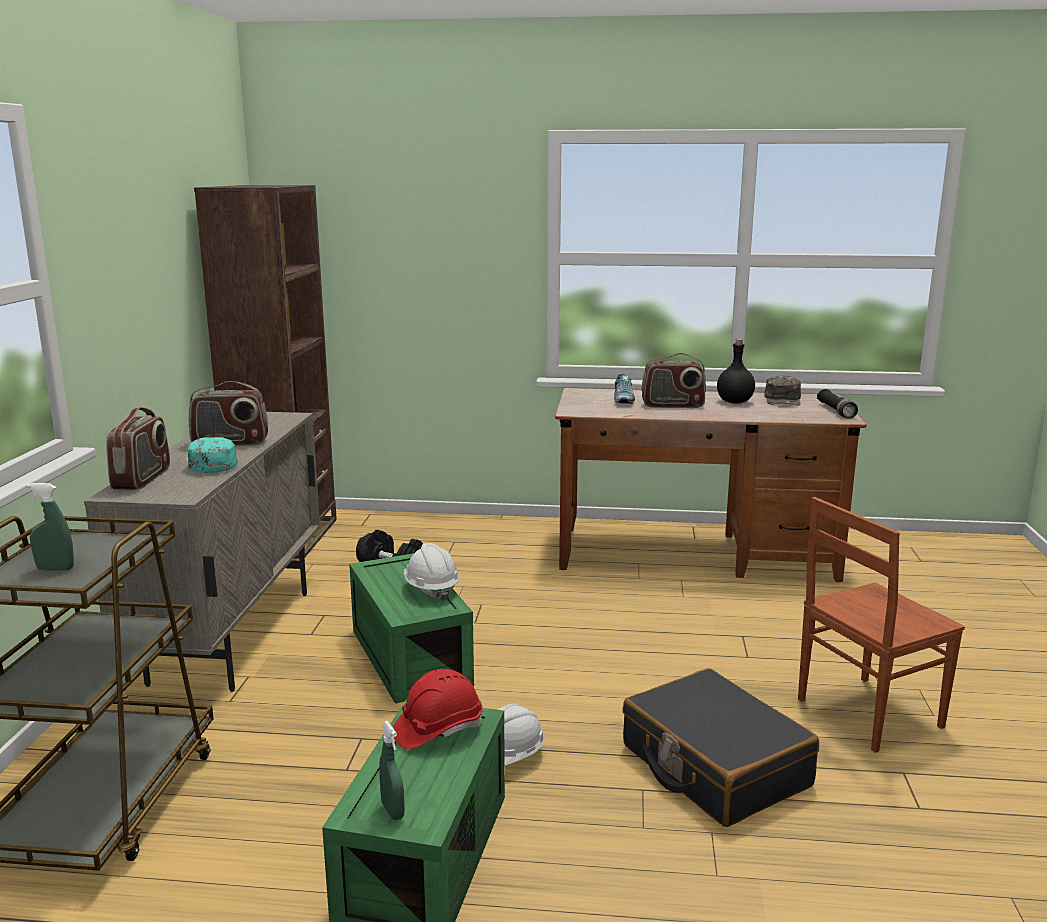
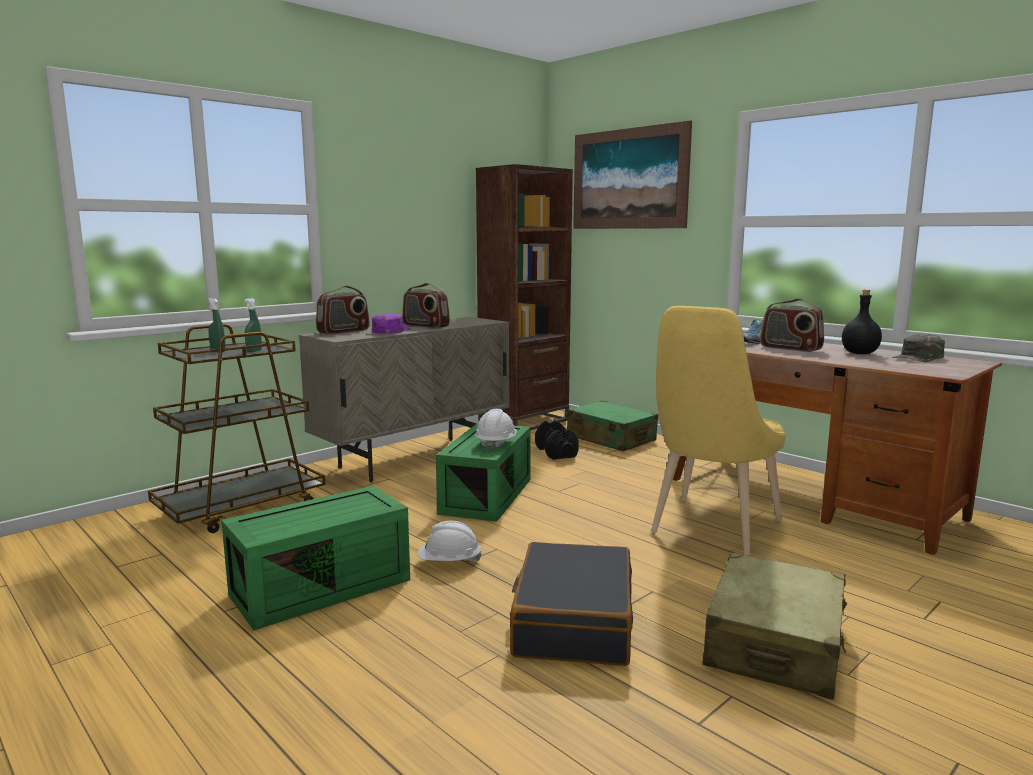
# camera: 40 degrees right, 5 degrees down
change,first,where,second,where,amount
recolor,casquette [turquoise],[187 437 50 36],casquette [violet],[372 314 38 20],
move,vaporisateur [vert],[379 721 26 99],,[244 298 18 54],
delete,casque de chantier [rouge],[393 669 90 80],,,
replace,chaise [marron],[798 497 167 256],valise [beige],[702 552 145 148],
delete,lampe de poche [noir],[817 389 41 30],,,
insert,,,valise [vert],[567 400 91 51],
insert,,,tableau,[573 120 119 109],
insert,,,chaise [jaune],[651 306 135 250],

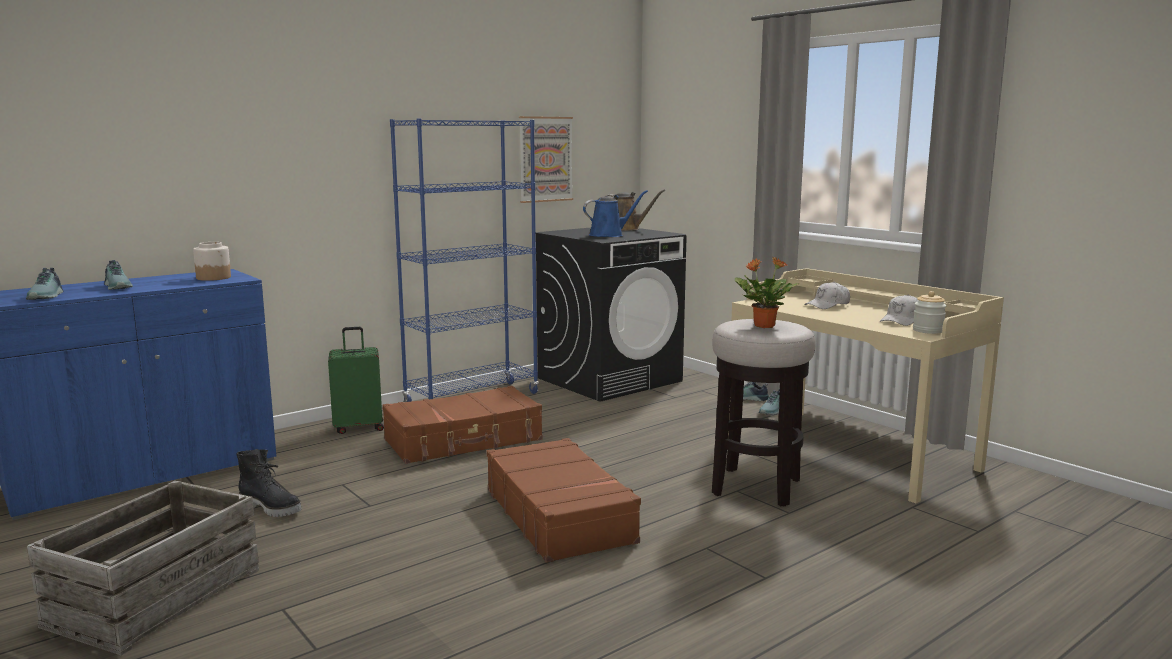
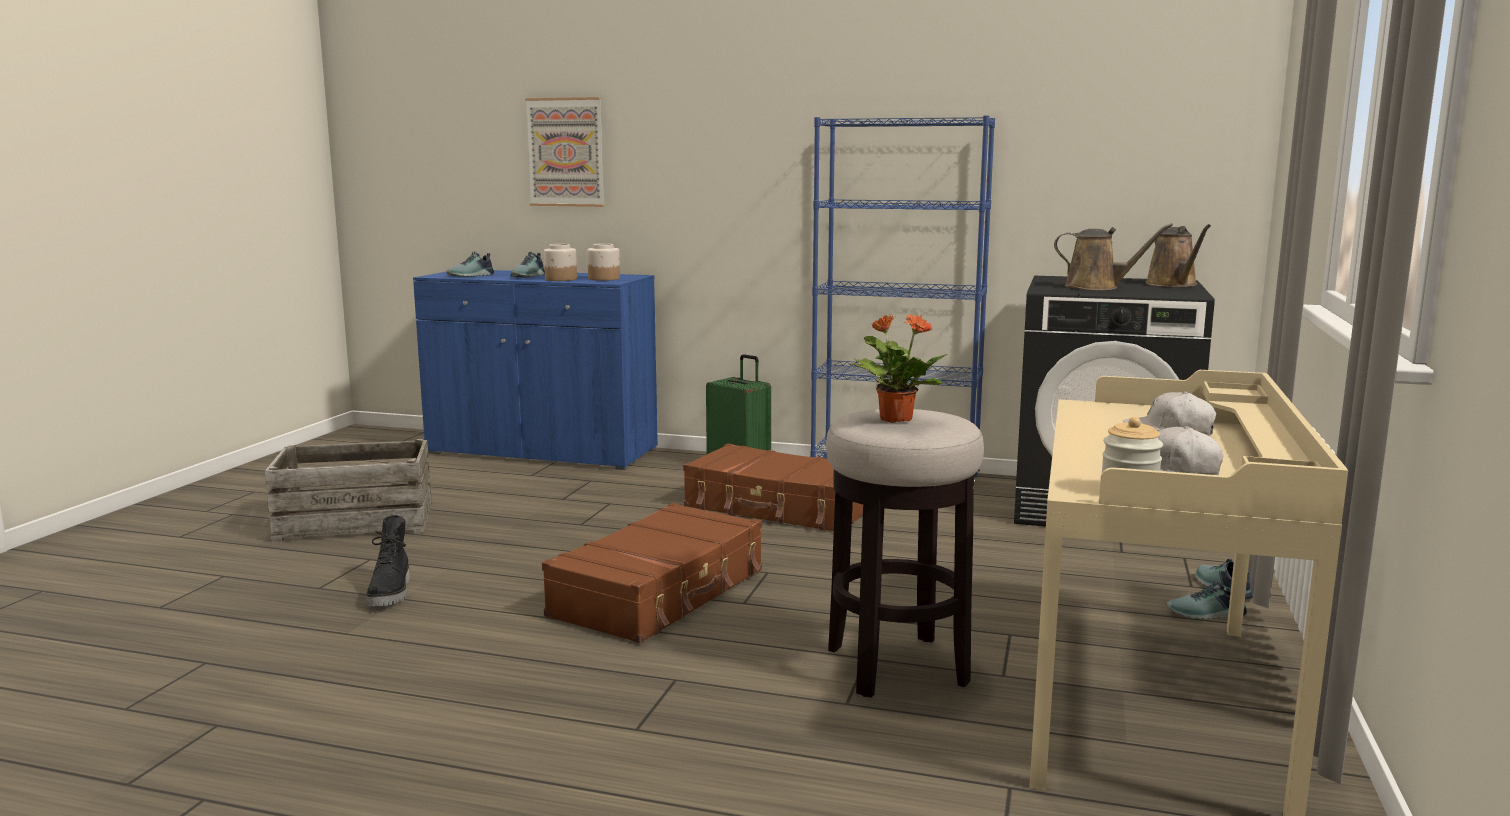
# camera: 55 degrees right, 0 degrees up
change,first,where,second,where,amount
move,botte [noir],[236 449 66 68],,[366 515 44 91],
move,tableau,[519 116 54 87],,[525 97 79 110],
recolor,arrosoir [bleu],[583 190 65 47],arrosoir [marron],[1054 223 119 67],
insert,,,bocal,[544 244 33 37],

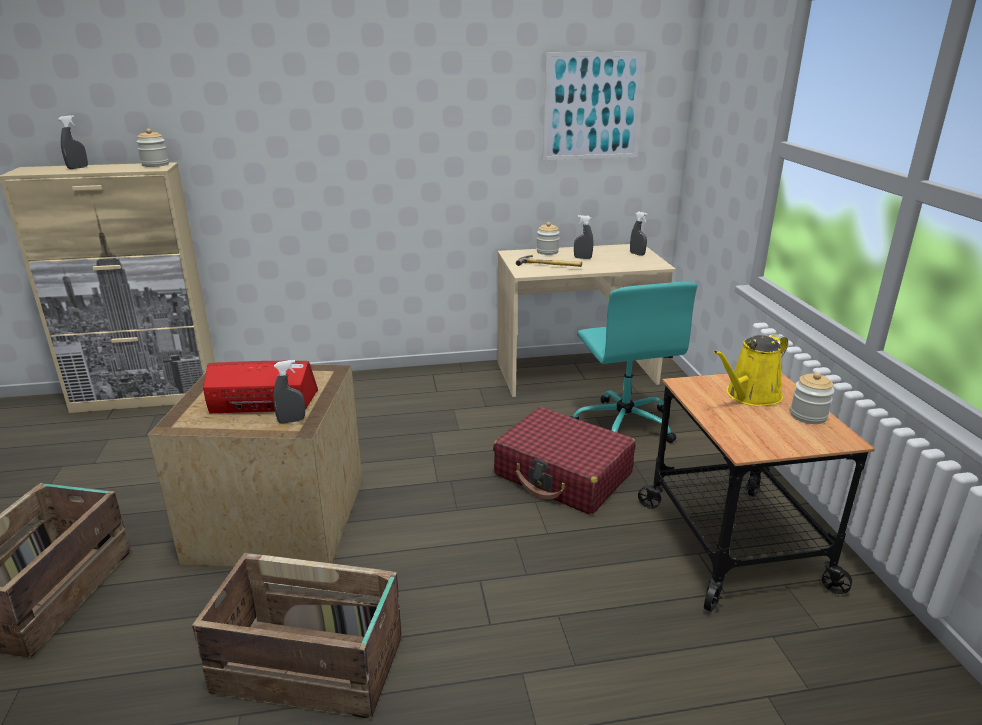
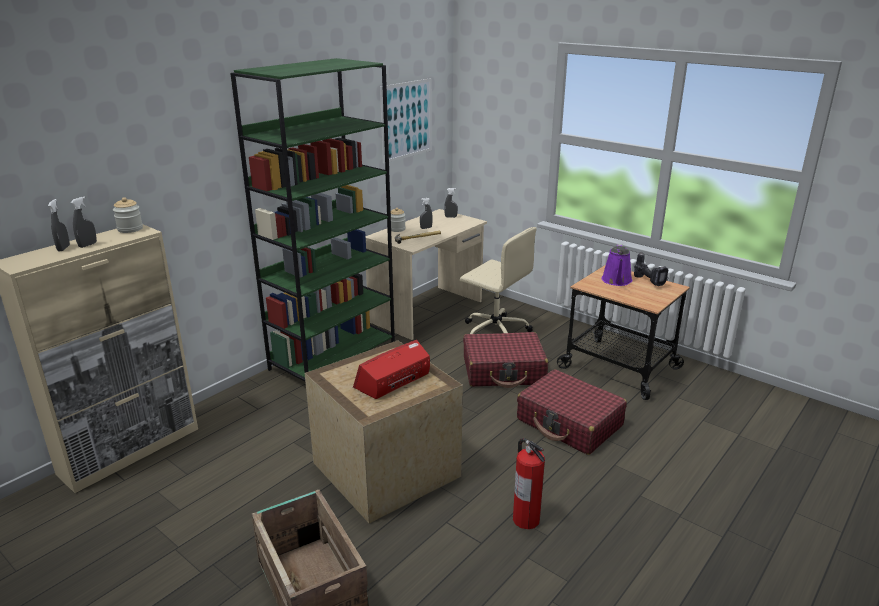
# camera: 40 degrees left, 0 degrees up
change,first,where,second,where,amount
replace,caisse,[192 553 210 166],extincteur,[513 438 32 91],
move,vaporisateur [gris],[273 360 32 64],,[71 197 26 51],
recolor,chaise de bureau [turquoise],[569 282 128 161],chaise de bureau [beige],[460 227 77 107],
recolor,arrosoir [jaune],[714 334 74 72],arrosoir [violet],[601 244 32 42],
replace,bocal,[790 372 44 52],perceuse,[634 252 35 34],
insert,,,bibliothèque [vert],[230 58 165 324],
insert,,,valise [rouge],[517 369 110 86],

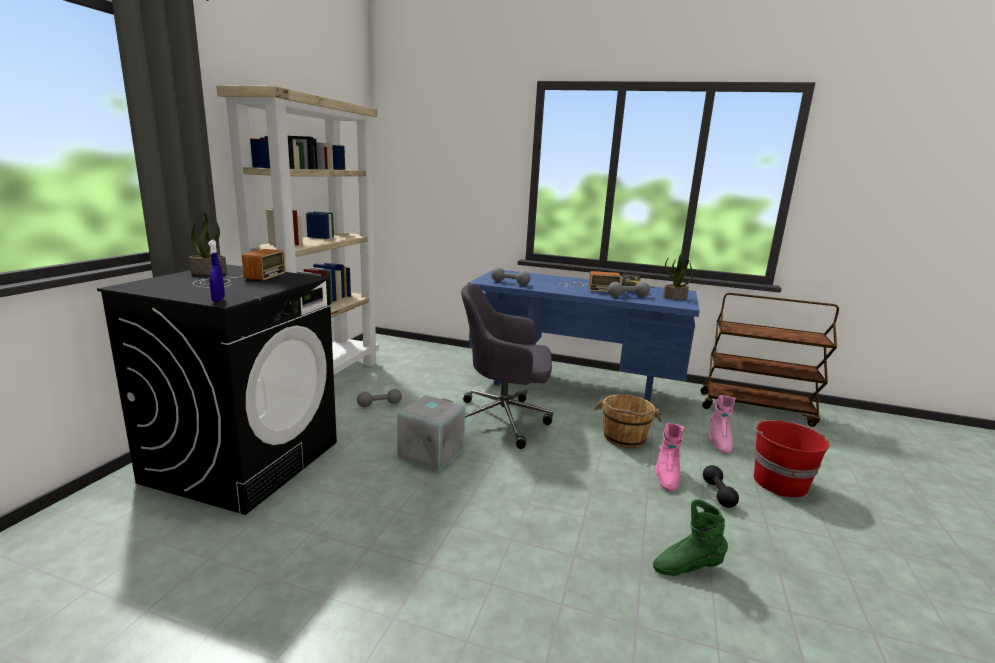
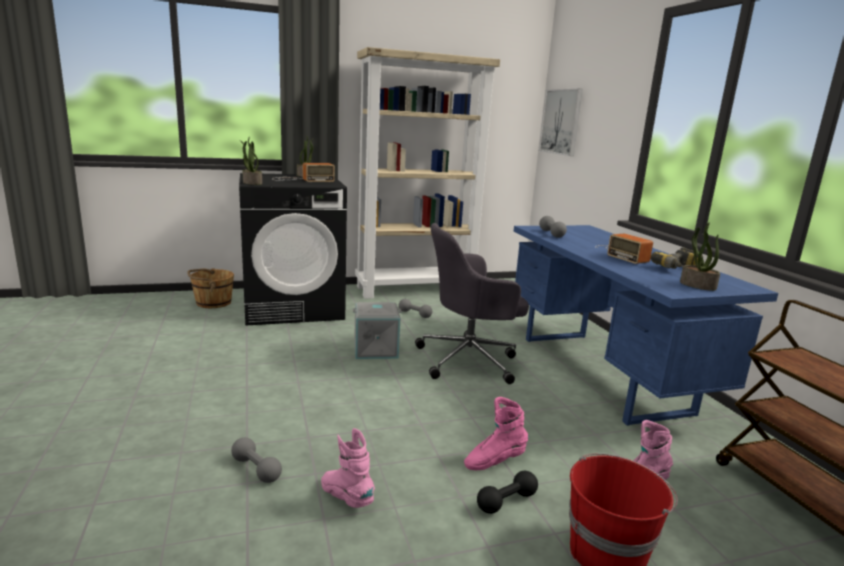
# camera: 55 degrees right, 0 degrees up
change,first,where,second,where,amount
replace,vaporisateur [bleu],[208 240 17 62],plante en pot,[240 136 22 49],
rotate,chaise de bureau [gris],[461 283 92 166],,[415 223 114 161],75 degrees counterclockwise
move,seau [marron],[594 394 68 54],,[187 268 47 40],
move,haltère [gris],[608 282 42 15],,[231 437 51 46],
recolor,botte [vert],[653 499 75 77],botte [rose],[321 428 54 80],
insert,,,tableau,[539 89 44 67],

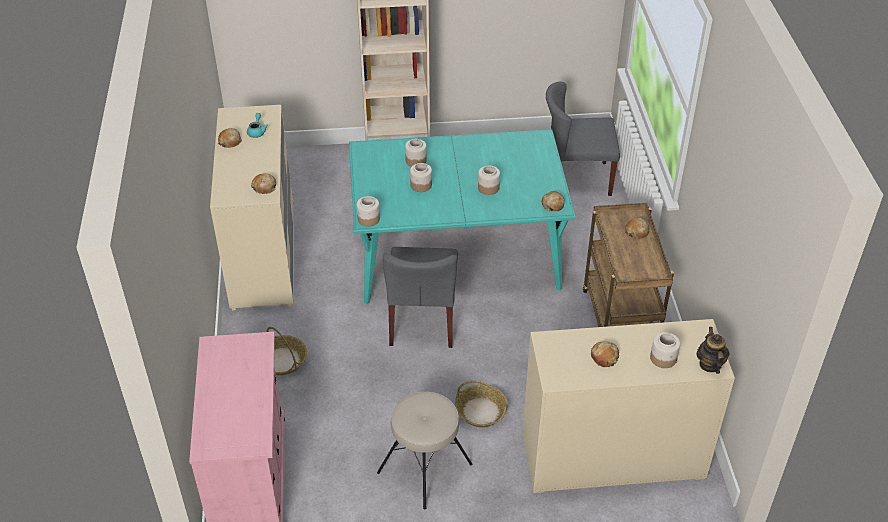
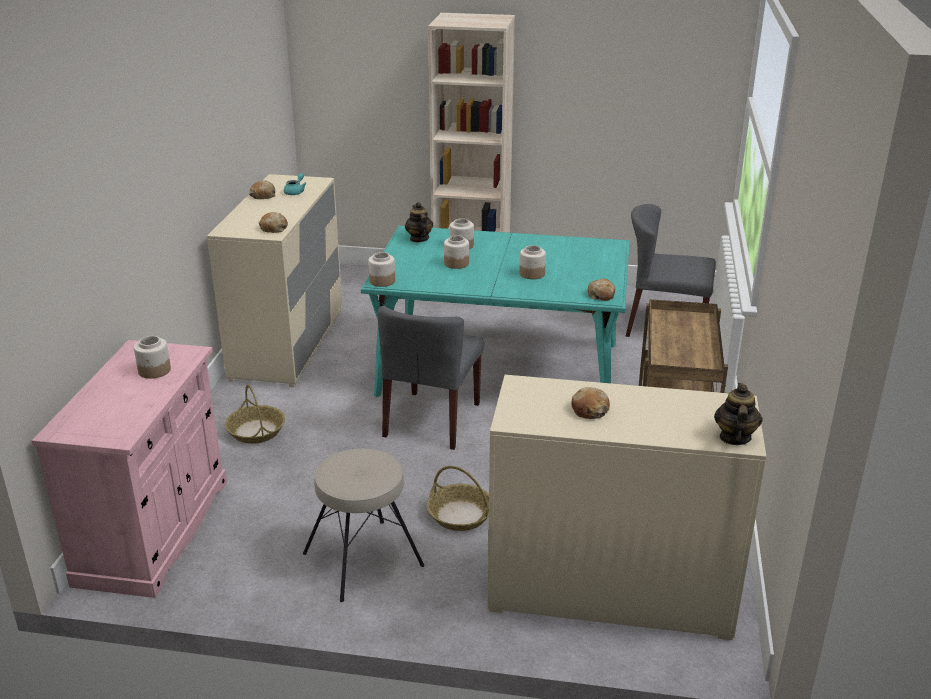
# camera: 15 degrees right, 15 degrees down
change,first,where,second,where,amount
delete,pain,[625 218 24 21],,,
move,bocal,[650 332 30 36],,[134 336 37 43],
insert,,,théière,[405 202 28 40],

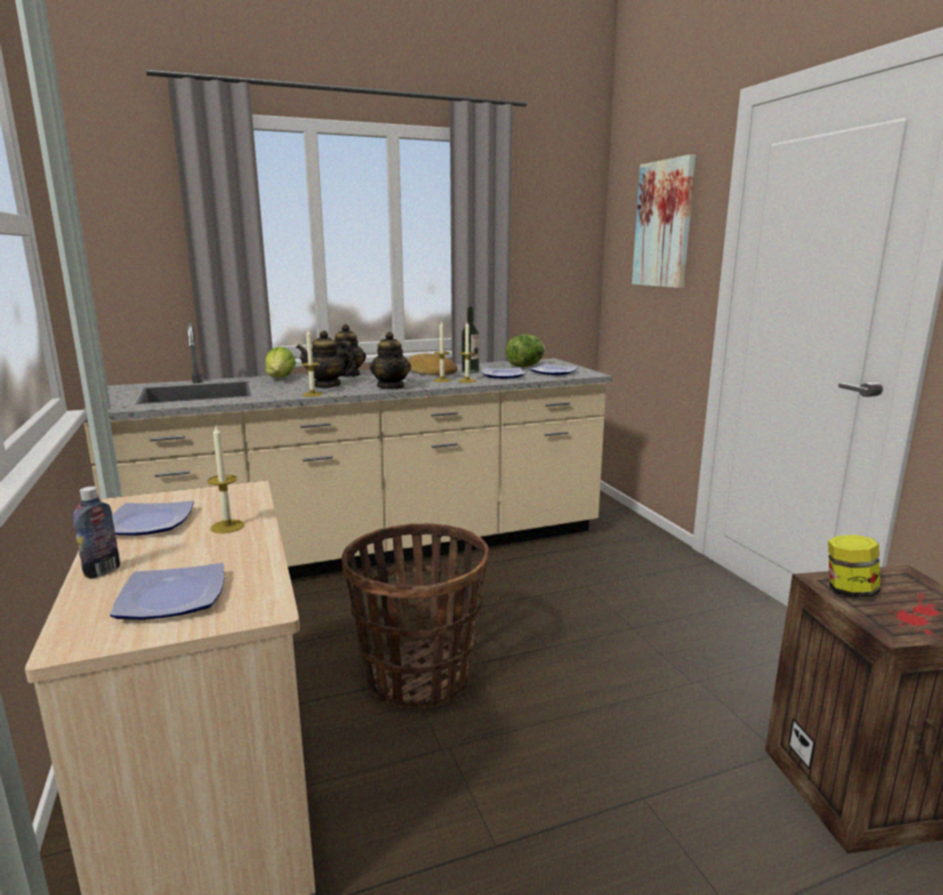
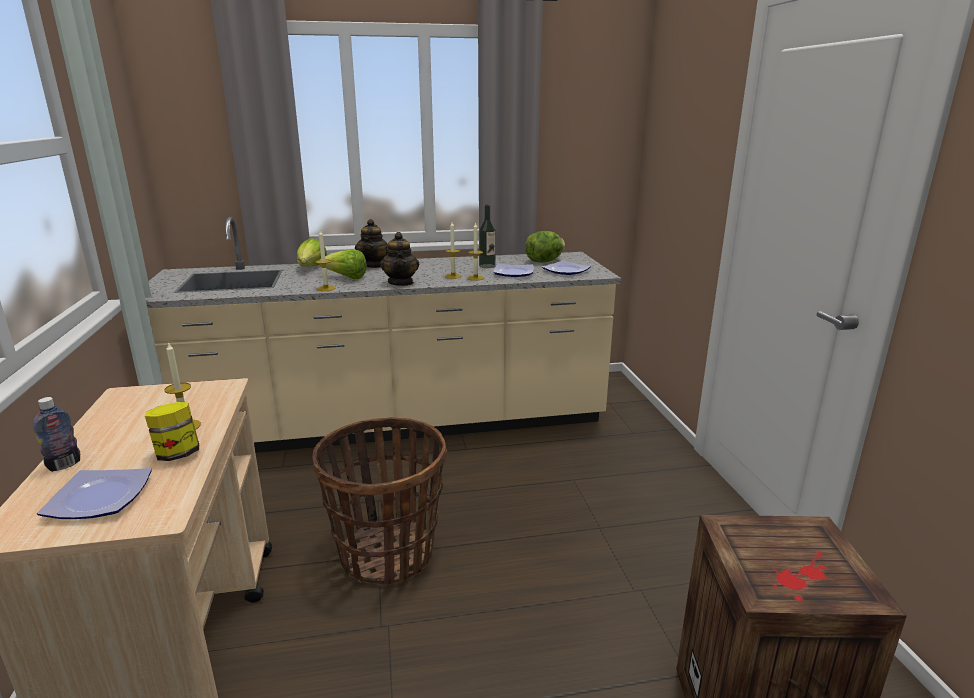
# camera: 10 degrees right, 5 degrees up
change,first,where,second,where,amount
delete,assiette,[112 501 82 35],,,
replace,théière,[296 330 60 58],laitue,[319 249 48 30],
delete,pain,[408 353 50 22],,,
delete,tableau,[632 155 64 133],,,
move,bocal,[828 535 52 63],,[145 402 54 59],

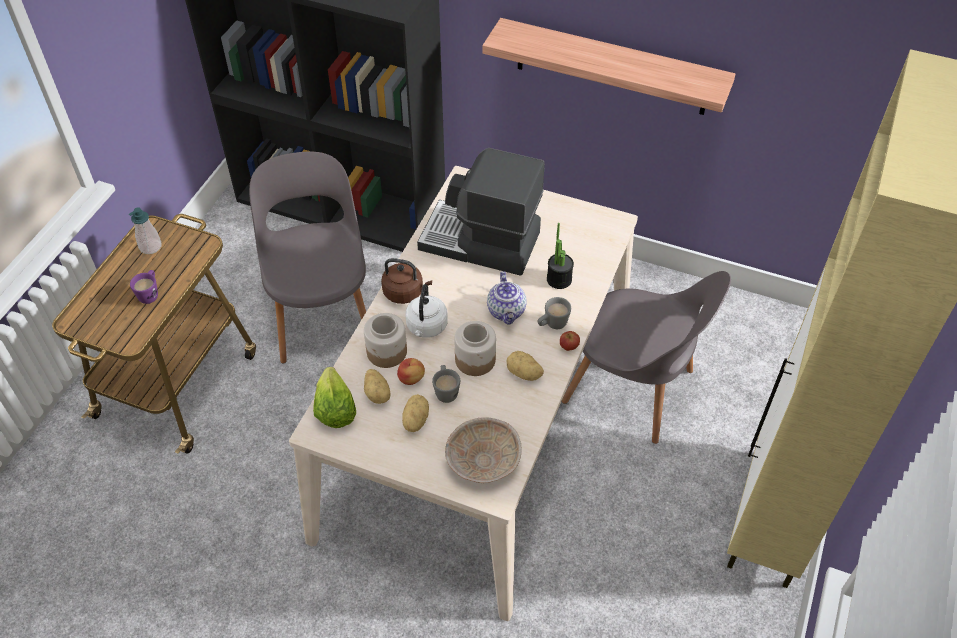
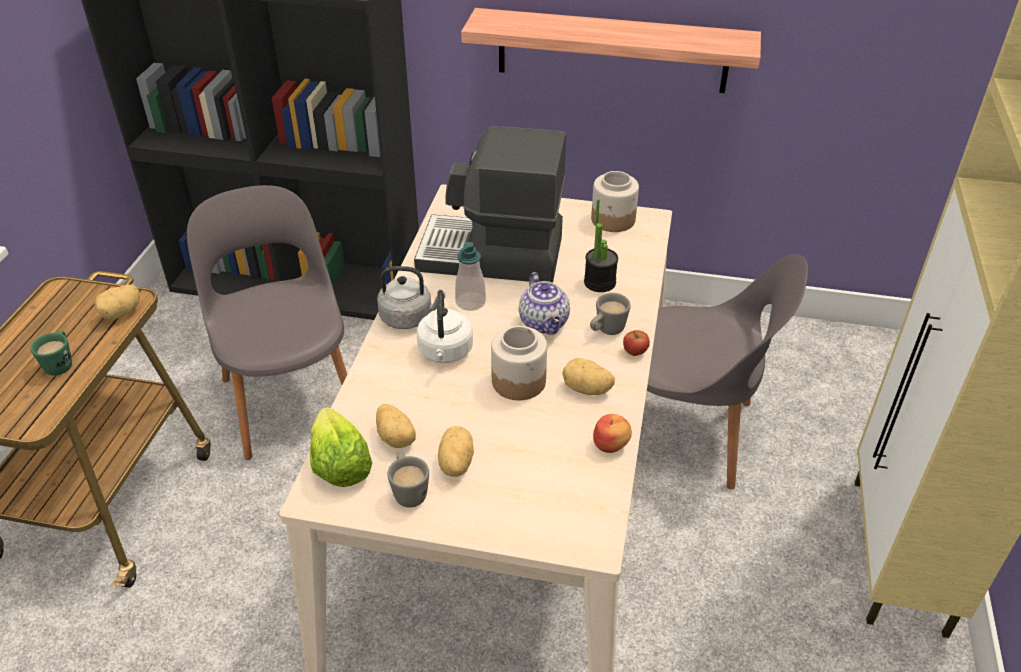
# camera: 10 degrees left, 10 degrees down
change,first,where,second,where,amount
move,distributeur de savon,[129 207 32 47],,[455 242 31 69],
recolor,mug [violet],[130 270 28 34],mug [vert],[30 331 42 44],
move,bocal,[364 313 43 55],,[591 171 48 61],
recolor,bouilloire [marron],[381 258 51 46],bouilloire [gris],[377 266 68 63],
move,pomme,[397 358 28 27],,[593 414 39 39],
move,mug [gris],[432 365 28 38],,[387 453 42 55],
delete,bol [beige],[445 417 77 66],,,
insert,,,pomme de terre,[94 285 46 35],

